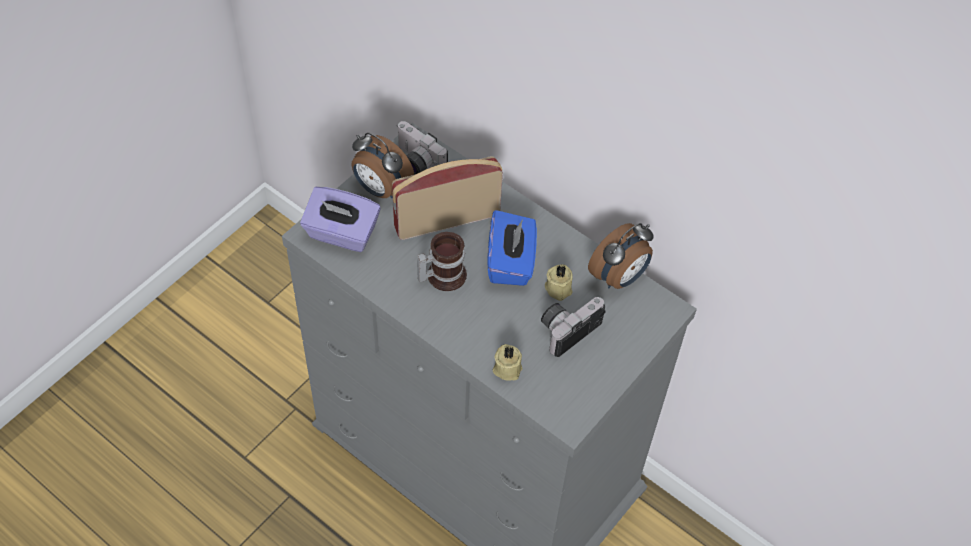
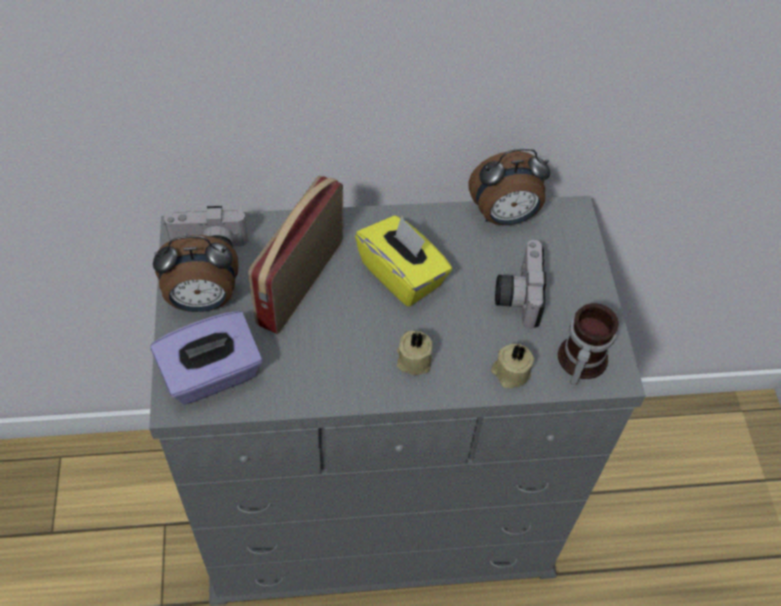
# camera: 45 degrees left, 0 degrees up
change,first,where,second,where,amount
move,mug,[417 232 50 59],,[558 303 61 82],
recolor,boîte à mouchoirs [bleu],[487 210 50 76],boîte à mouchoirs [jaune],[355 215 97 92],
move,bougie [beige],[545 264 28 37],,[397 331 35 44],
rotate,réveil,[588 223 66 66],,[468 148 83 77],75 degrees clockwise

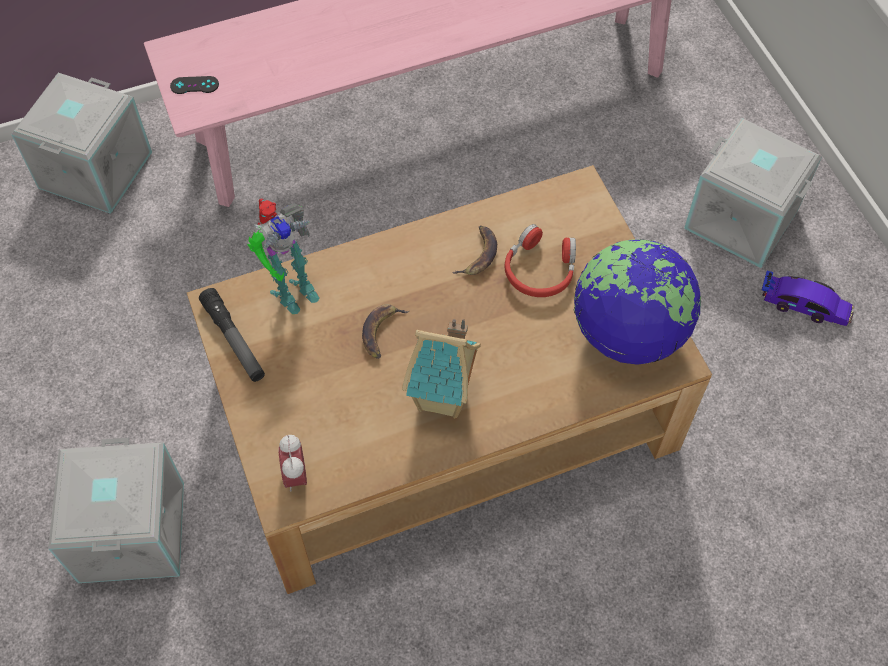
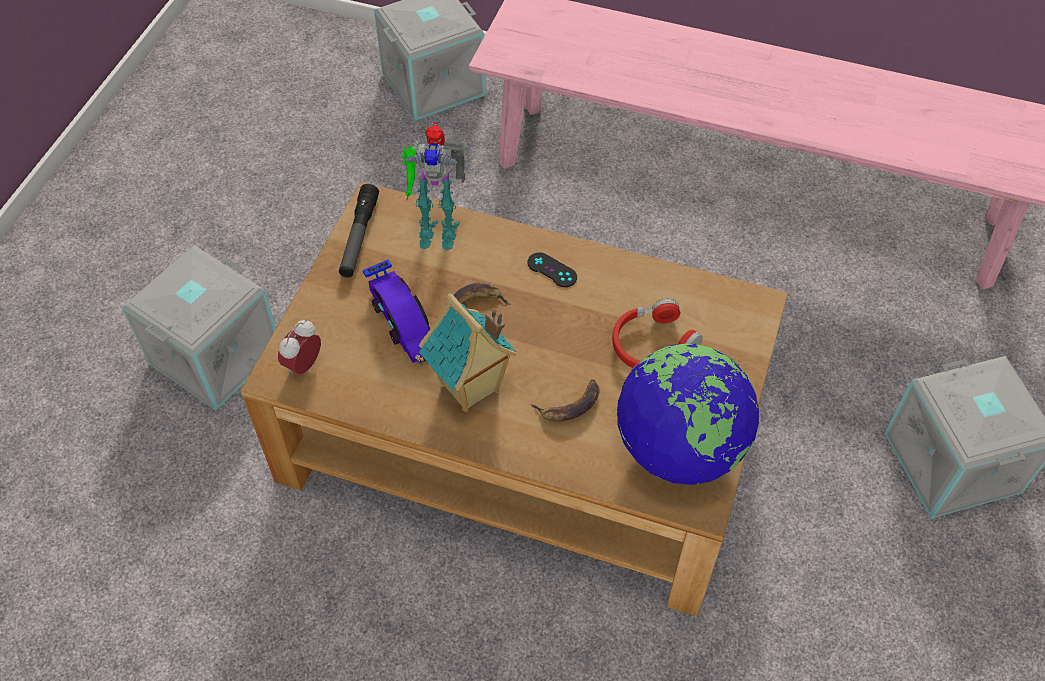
# camera: 40 degrees right, 5 degrees down
change,first,where,second,where,amount
move,manette [noir],[170 76 49 18],,[527 252 50 35],
move,banane,[452 226 45 49],,[531 379 69 42],
move,petite voiture,[762 271 92 55],,[363 260 67 104],

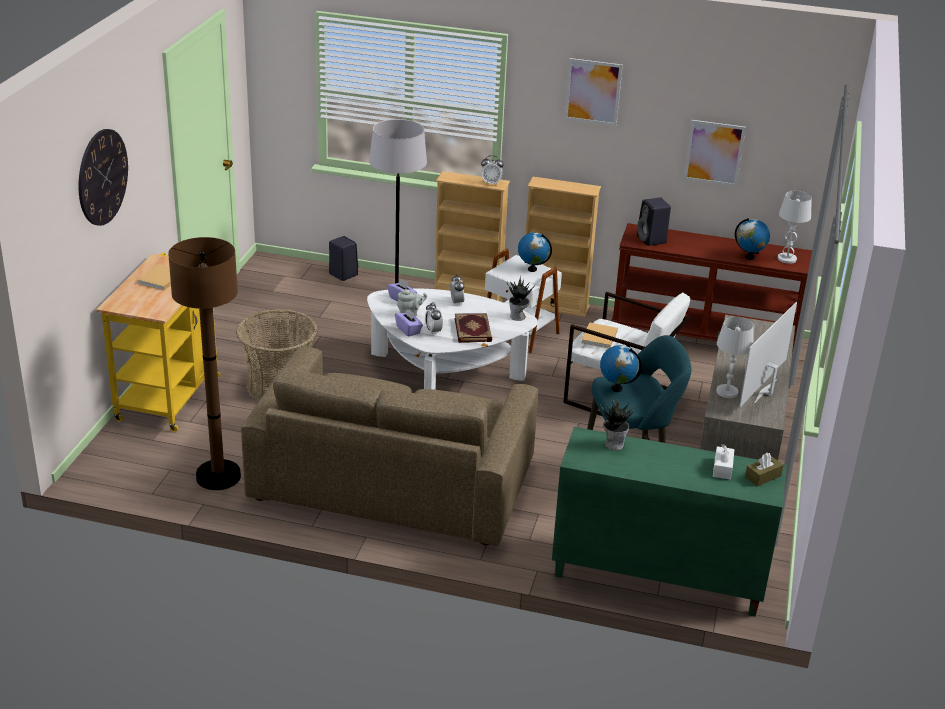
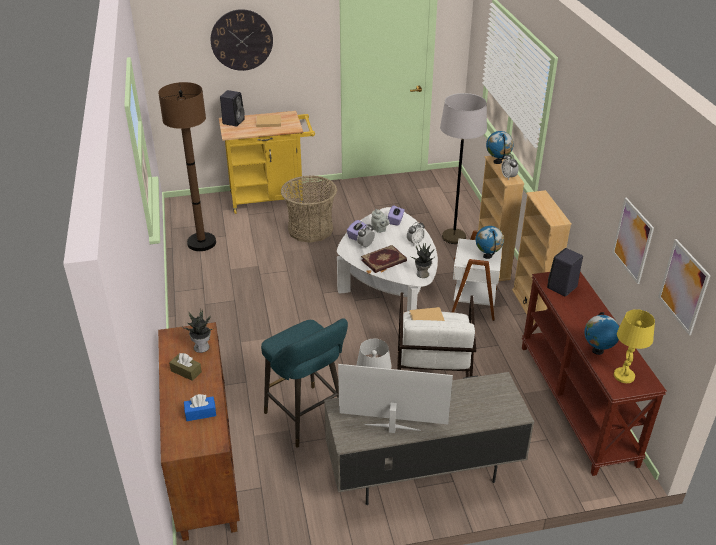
# camera: 65 degrees right, 5 degrees up
change,first,where,second,where,amount
delete,canapé [marron],[241 347 297 199],,,
move,enceinte [noir],[329 236 30 45],,[220 90 25 36],
recolor,meuble de rangement [vert],[552 427 235 190],meuble de rangement [marron],[158 322 82 219],
move,tableau,[565 58 58 68],,[658 239 53 96],
move,globe,[600 345 42 47],,[486 131 28 33],
recolor,boîte à mouchoirs [blanc],[713 444 21 35],boîte à mouchoirs [bleu],[184 394 32 27],
move,boîte à mouchoirs [marron],[745 453 38 33],,[169 353 33 28],
recolor,lampe de table [blanc],[778 191 34 73],lampe de table [jaune],[614 309 41 74],

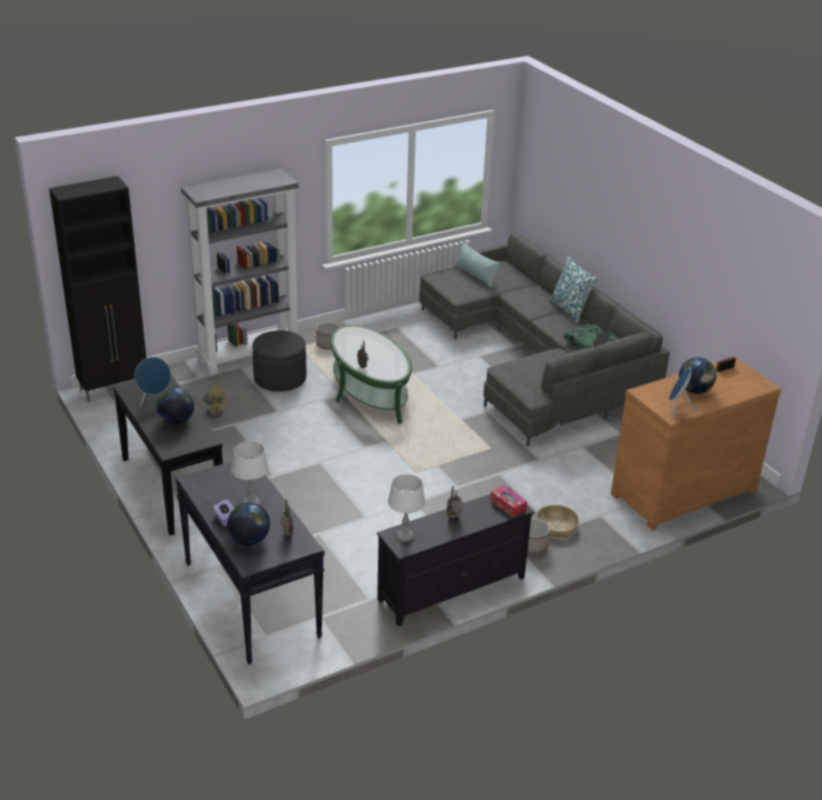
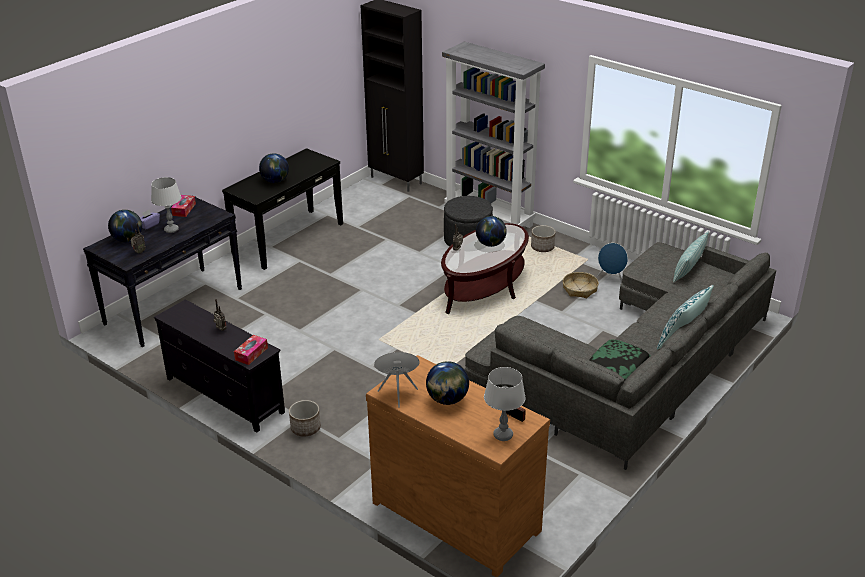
# camera: 70 degrees right, 0 degrees up
change,first,where,second,where,amount
move,enceinte [bleu],[134 357 37 50],,[597 243 31 40],
delete,ventilateur [jaune],[195 384 30 34],,,
recolor,table basse [vert],[330 325 82 99],table basse [marron],[441 223 88 91],
move,lampe de table [gris],[388 474 37 68],,[484 367 42 74],
move,panier,[536 505 43 33],,[563 272 36 26],
insert,,,boîte à mouchoirs,[171 195 25 22],
insert,,,globe,[476 216 31 31],

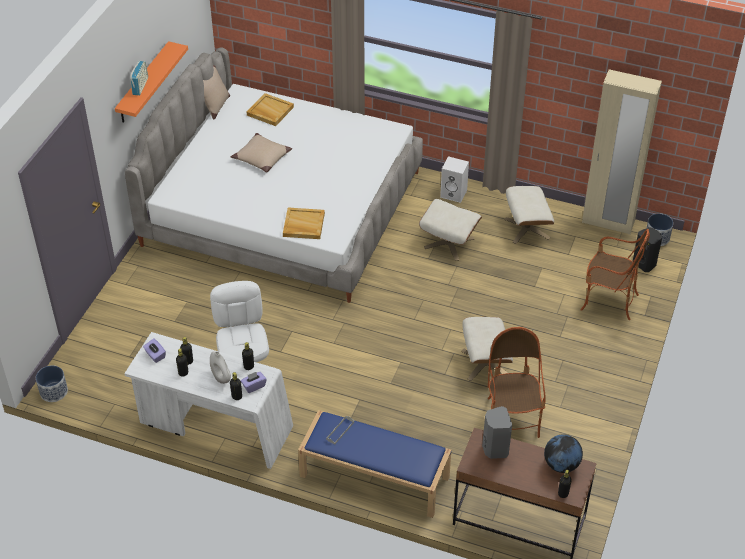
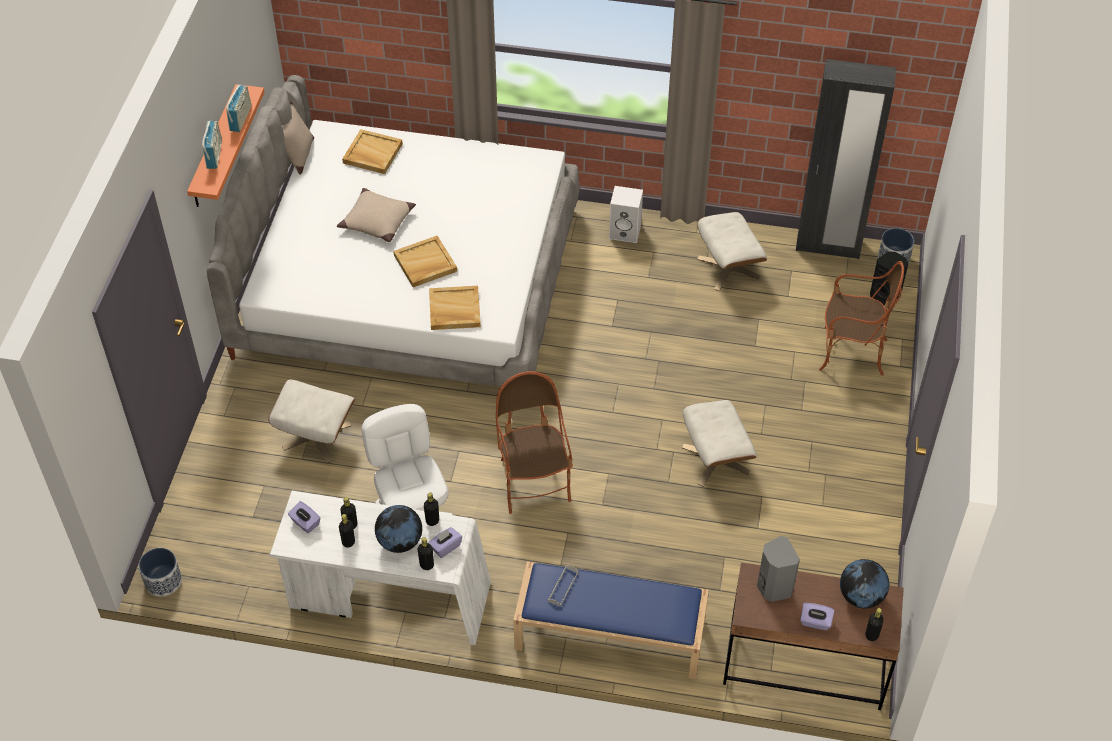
# camera: 10 degrees left, 5 degrees up
change,first,where,second,where,amount
replace,vase [blanc],[210 351 21 33],globe,[375 505 47 48],
move,pouf [beige],[419 199 63 62],,[268 379 87 84],
move,fauteuil,[488 327 58 111],,[496 371 77 143],
recolor,armoire [beige],[582 69 80 166],armoire [noir],[796 59 100 200],
insert,,,radio,[226 85 25 47],
insert,,,plateau [beige],[393 236 64 51],
insert,,,boîte à mouchoirs [violet],[800 603 34 27],

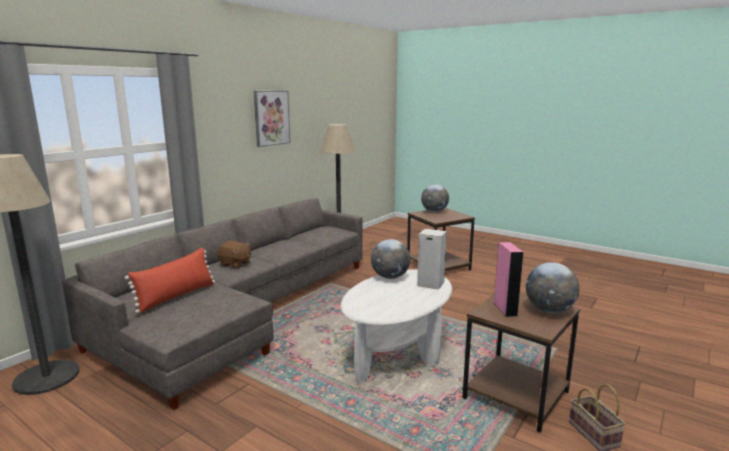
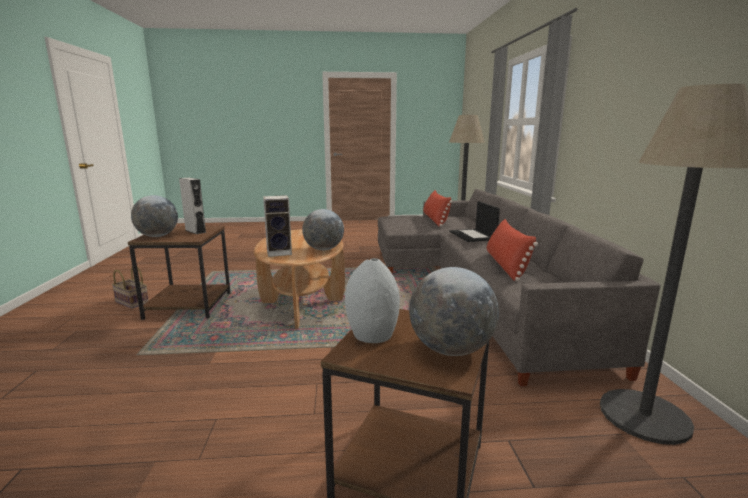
# camera: 140 degrees right, 0 degrees up
change,first,where,second,where,amount
replace,peluche [marron],[217 241 34 27],ordinateur portable,[449 201 51 41],
delete,tableau,[254 91 37 56],,,
recolor,table basse [blanc],[341 270 111 114],table basse [marron],[254 229 91 100],
recolor,enceinte [rose],[494 242 30 75],enceinte [gris],[179 178 27 56],
insert,,,vase [gris],[345 258 55 85],
insert,,,coussin [rouge],[487 219 51 62],

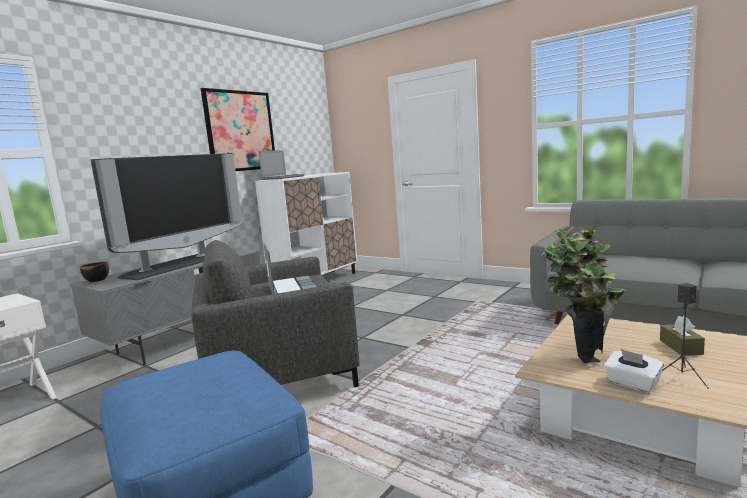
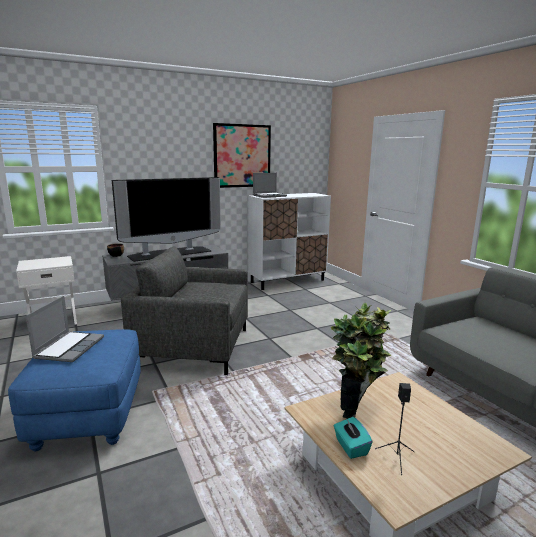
# camera: 25 degrees right, 5 degrees up
change,first,where,second,where,amount
move,ordinateur portable,[264 243 52 51],,[26 296 78 66],
recolor,boîte à mouchoirs [blanc],[604 349 60 44],boîte à mouchoirs [turquoise],[334 417 39 42],
delete,boîte à mouchoirs [marron],[660 315 45 41],,,

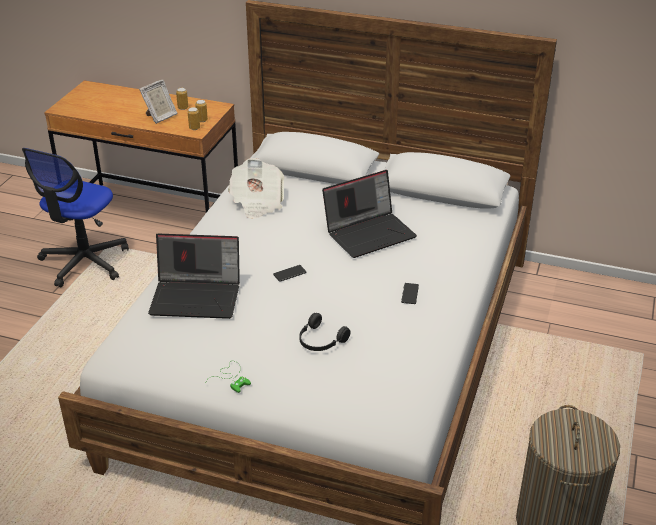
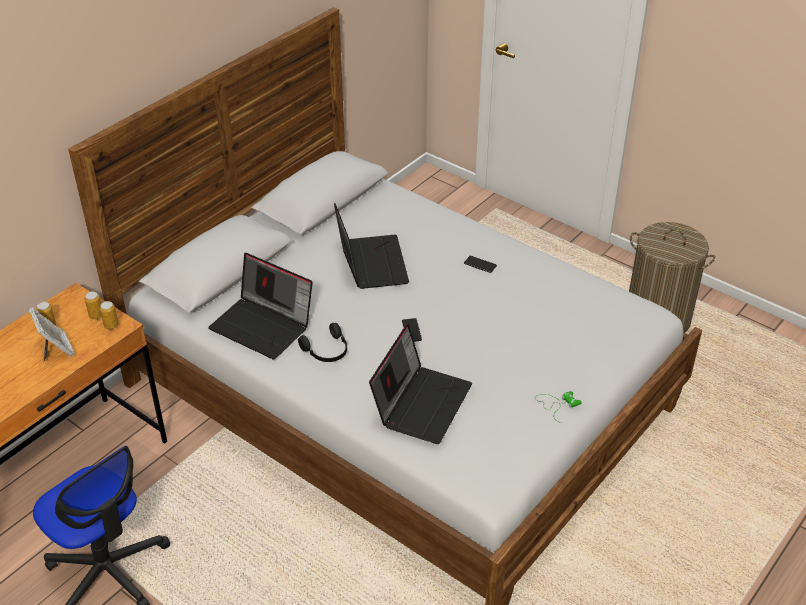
# camera: 70 degrees left, 5 degrees up
change,first,where,second,where,amount
replace,journal,[228 158 56 61],ordinateur portable,[208 253 105 106],
move,casque audio [noir],[299 313 51 38],,[298 323 49 39],

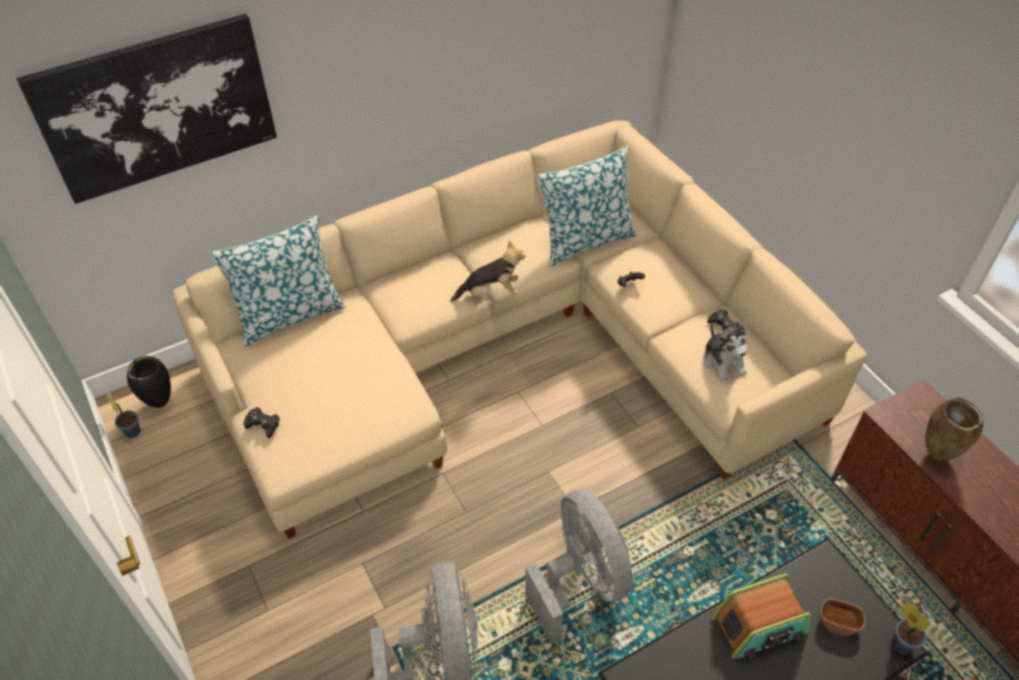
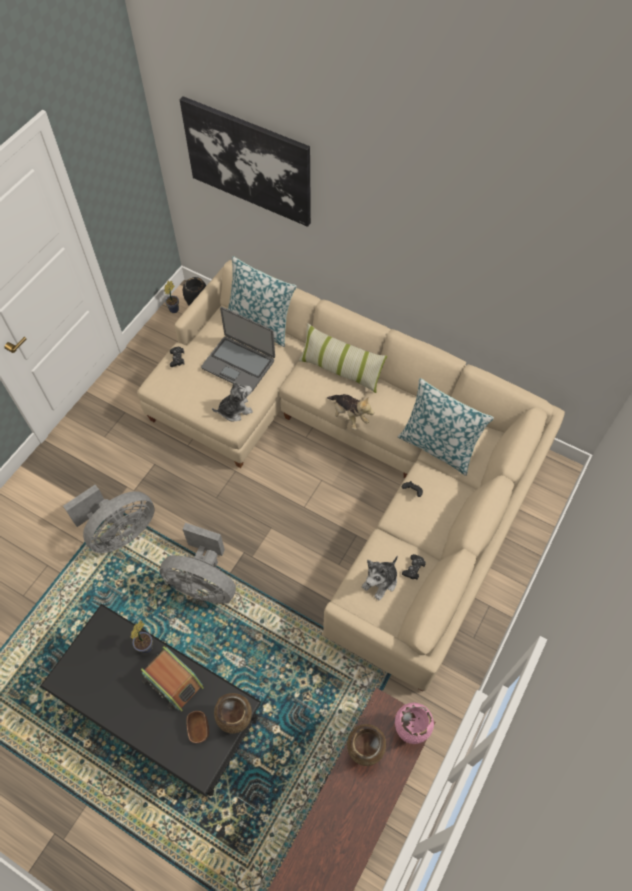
# camera: 60 degrees right, 10 degrees up
change,first,where,second,where,amount
rotate,ventilateur [gris],[525 489 108 154],,[159 523 77 81],75 degrees clockwise
move,plante en pot,[891 603 39 52],,[130 620 23 33],
insert,,,ordinateur portable,[201 307 74 85],
insert,,,peluche,[212 382 41 39],
insert,,,vase [marron],[214 693 38 41],
insert,,,coussin,[299 323 88 70],
insert,,,vase [rose],[395 703 39 41],

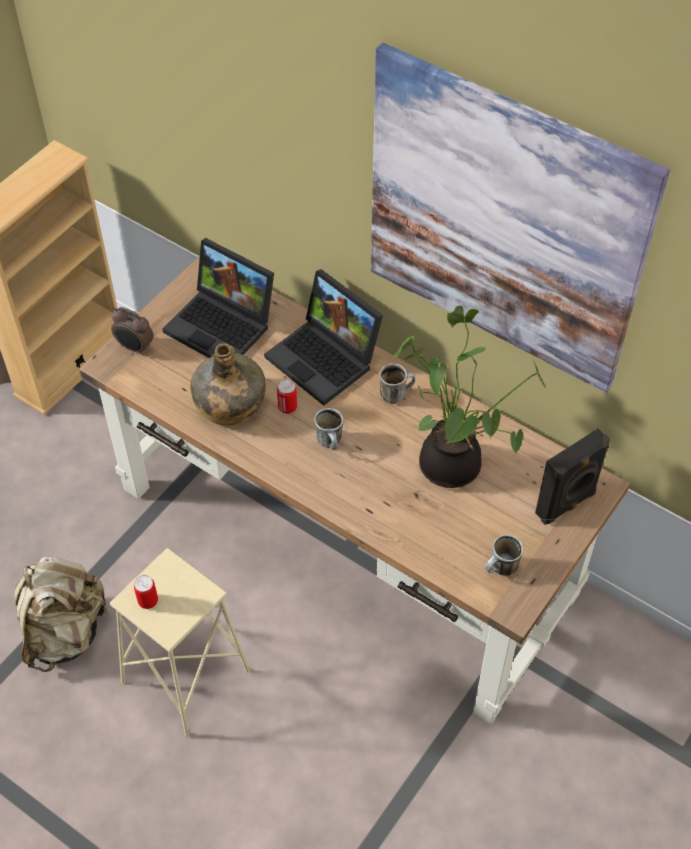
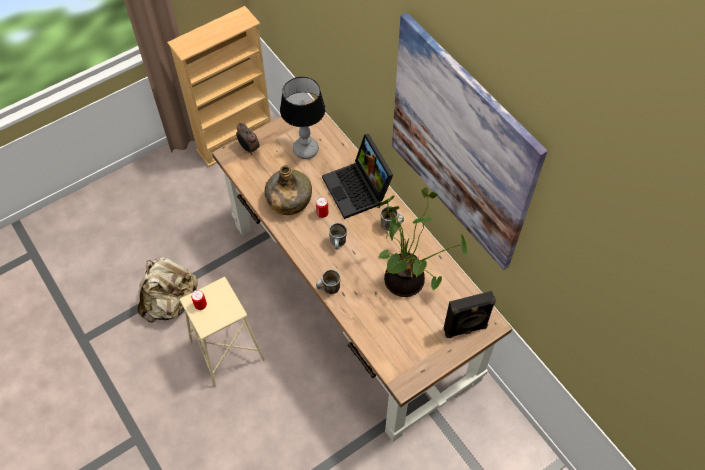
# camera: 20 degrees right, 5 degrees up
change,first,where,second,where,amount
replace,ordinateur portable,[162 238 112 120],lampe de table,[280 77 46 82],
move,mug,[485 534 38 42],,[316 269 25 25],

